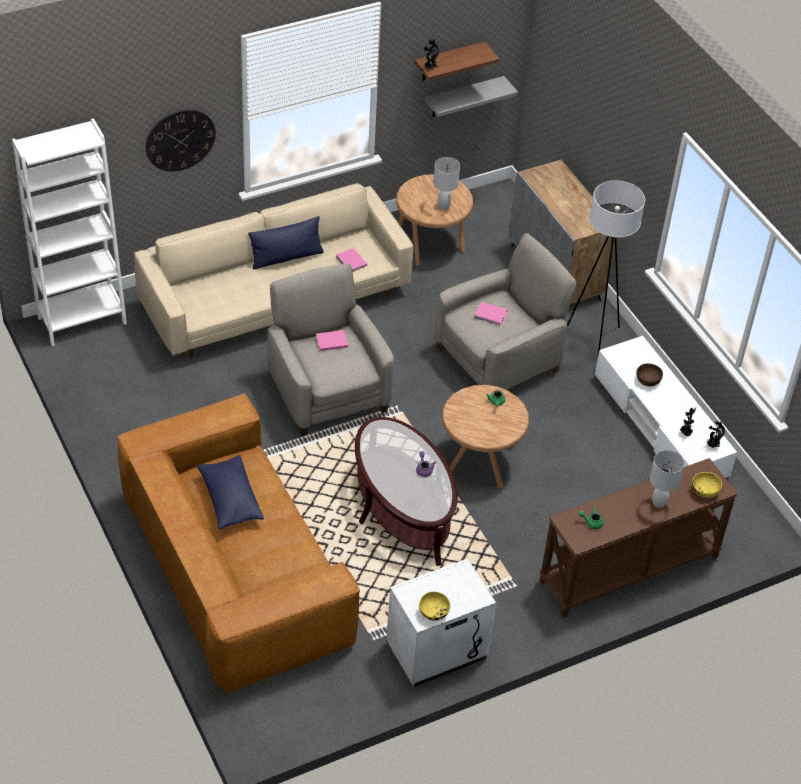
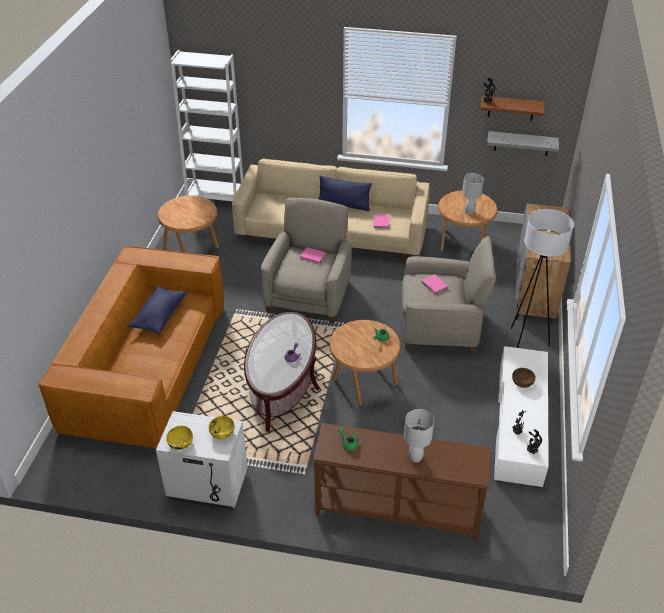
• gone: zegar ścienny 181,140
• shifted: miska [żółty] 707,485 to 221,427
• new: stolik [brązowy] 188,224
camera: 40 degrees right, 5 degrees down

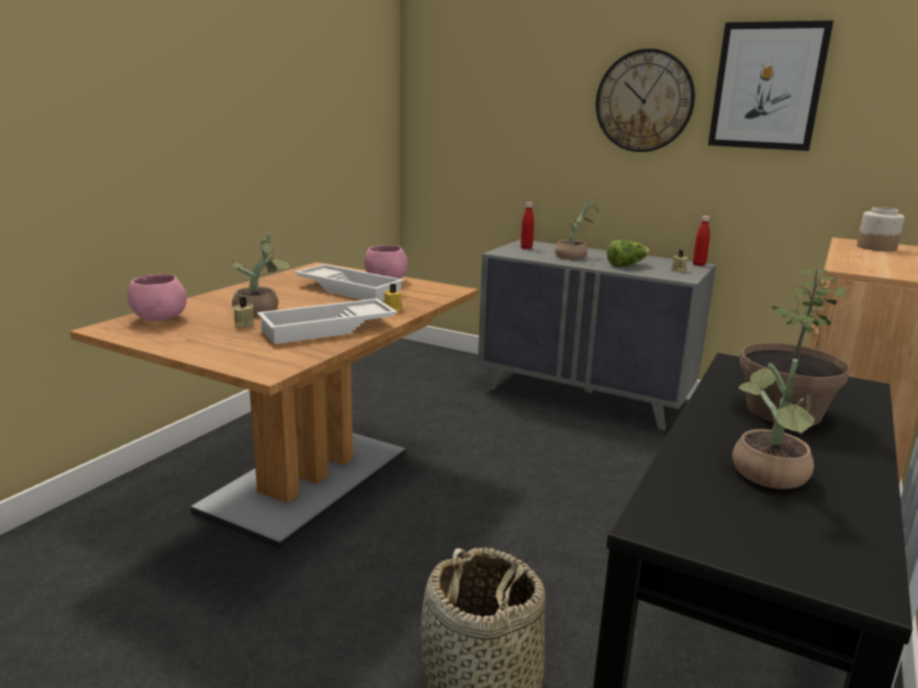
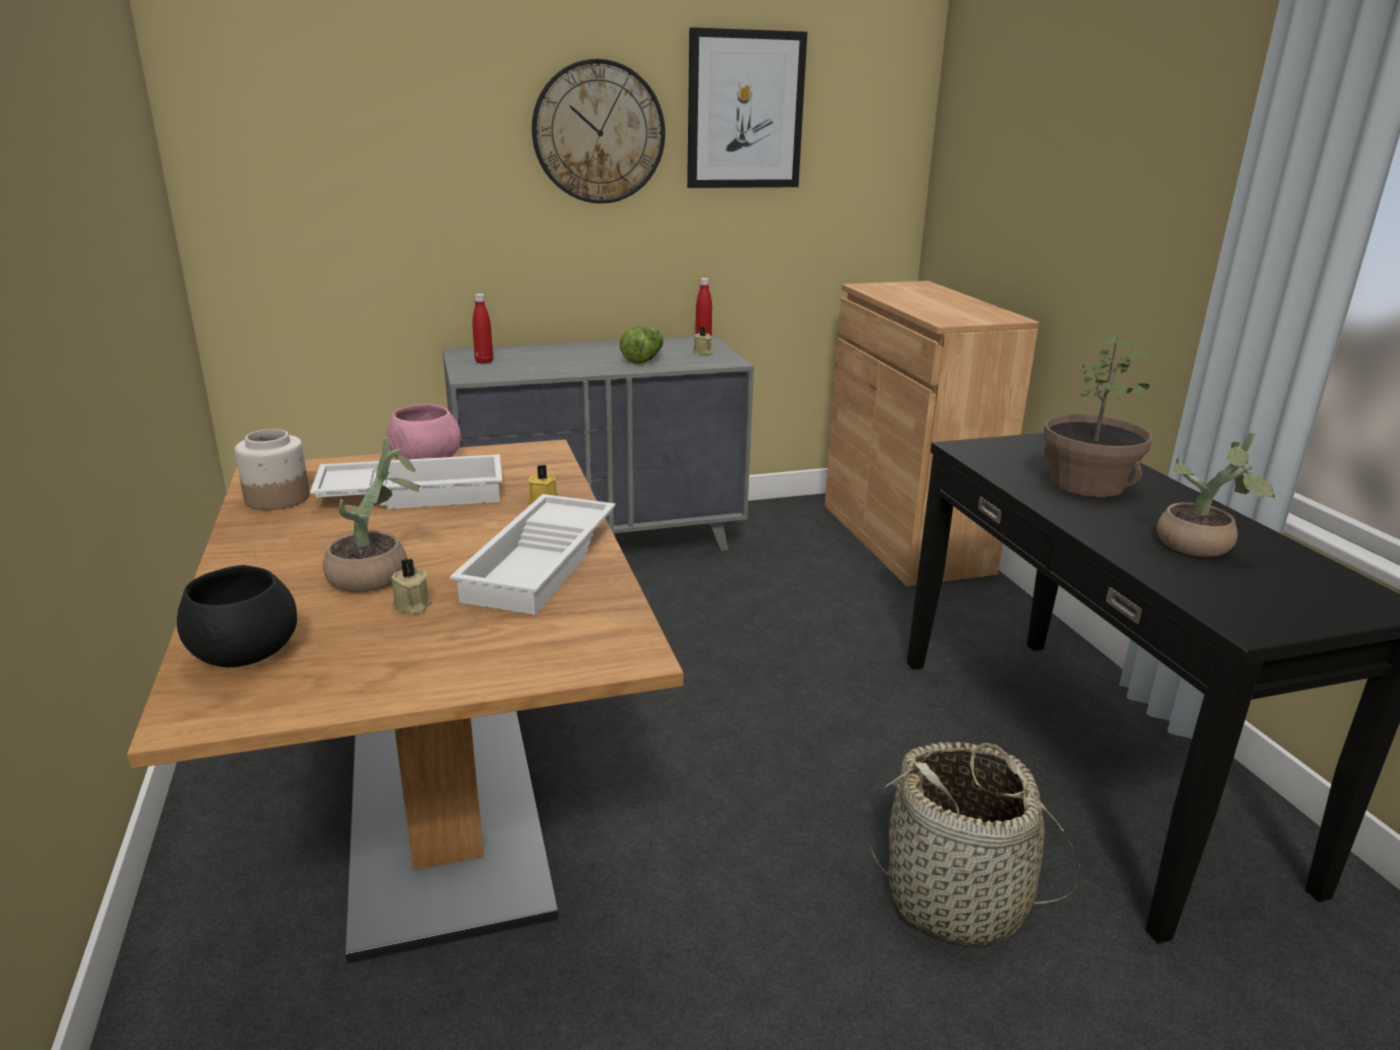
• repainted: miska [różowy] 157,297 to miska [czarny] 237,616
• gone: roślina doniczkowa 577,229
• shifted: słoik 881,229 to 272,469
camera: 45 degrees left, 5 degrees up

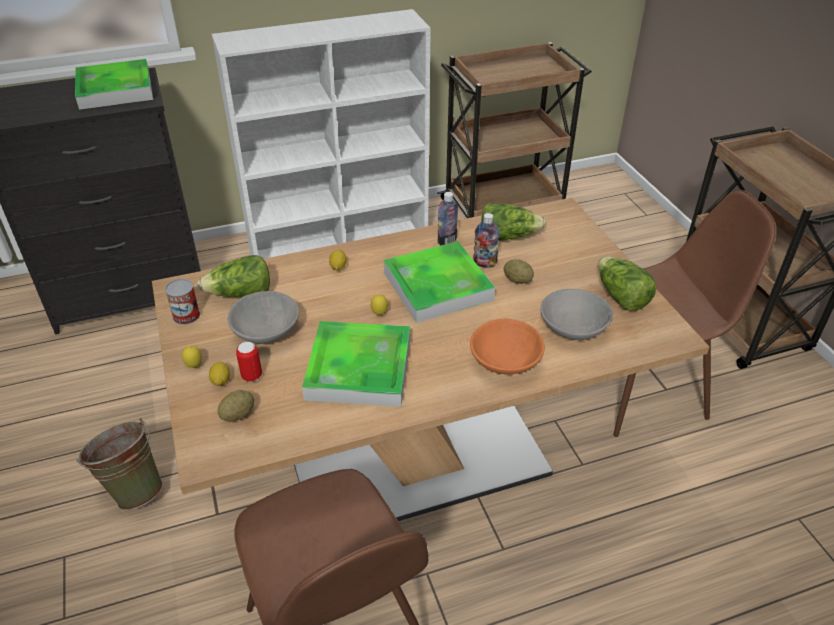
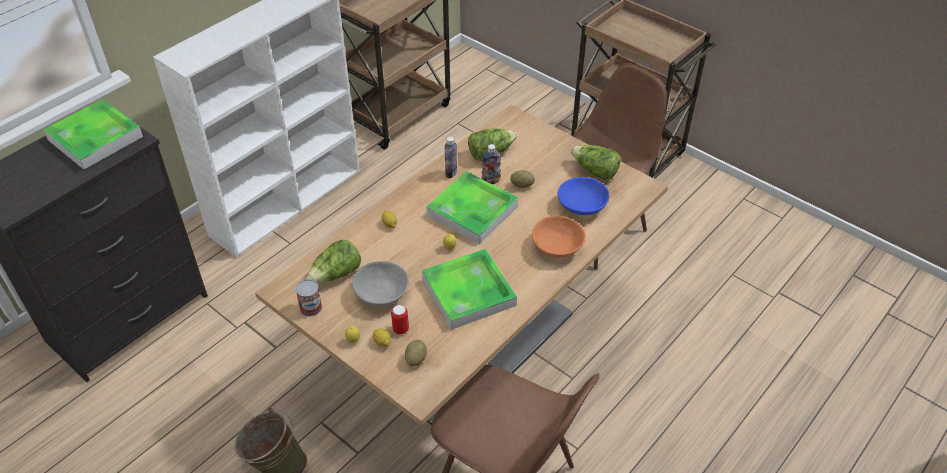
• repainted: miska [szary] 576,314 to miska [niebieski] 583,196
camera: 30 degrees left, 5 degrees up

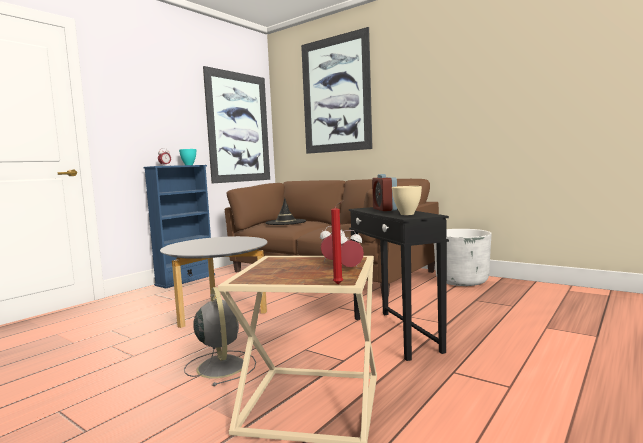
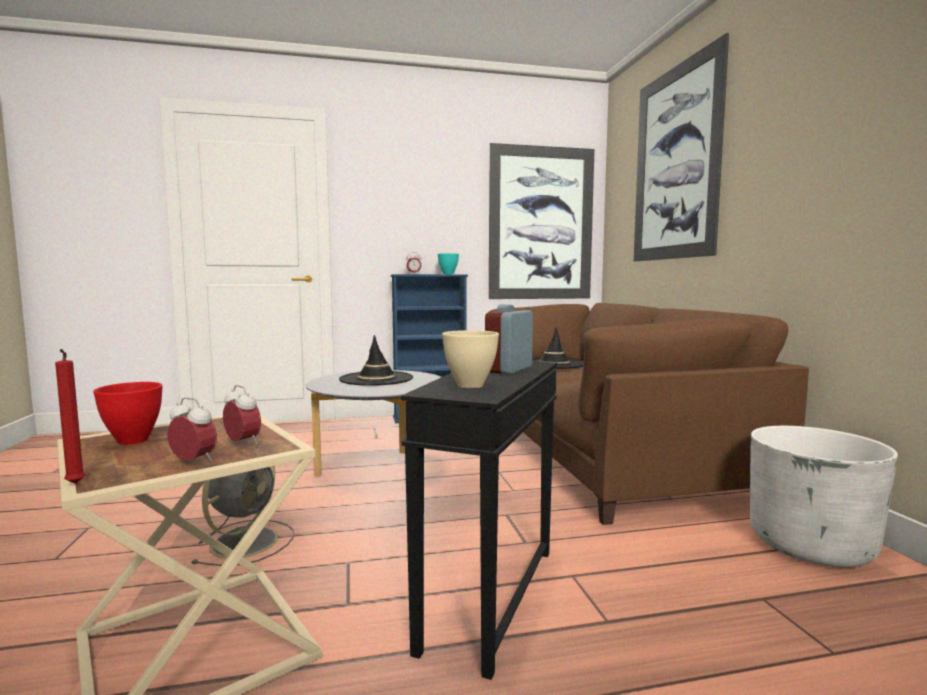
• new: miska [czerwony] 128,413
• new: kapelusz [czarny] 376,360
camera: 40 degrees right, 0 degrees up

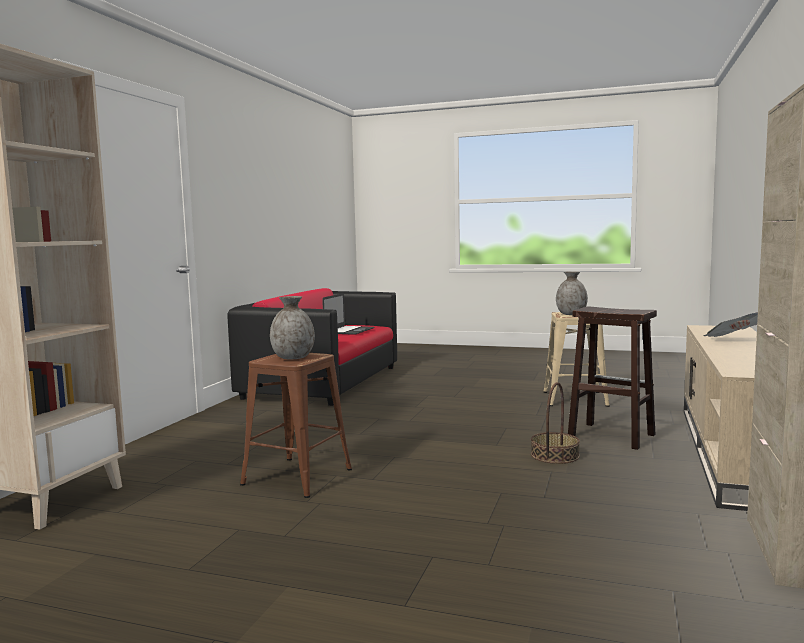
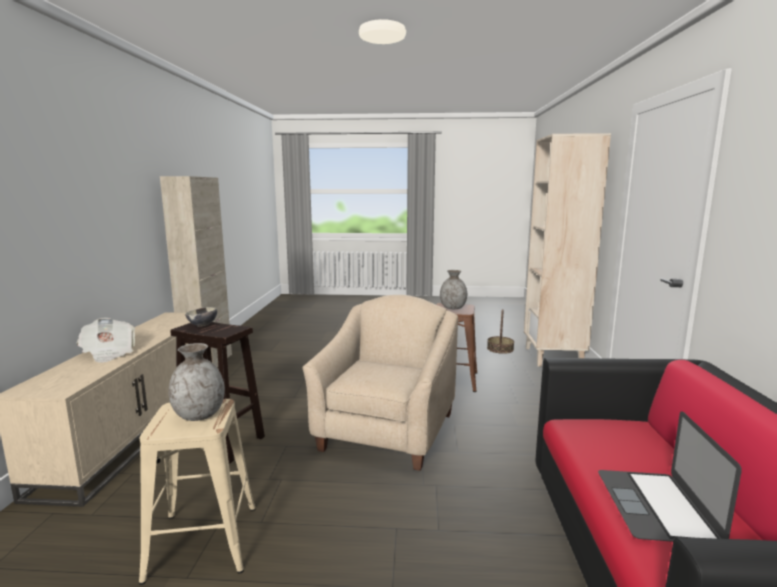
• shifted: koszyk 555,423 to 500,331
• new: miska 201,317
• new: fotel [beżowy] 380,383
camera: 165 degrees right, 5 degrees up

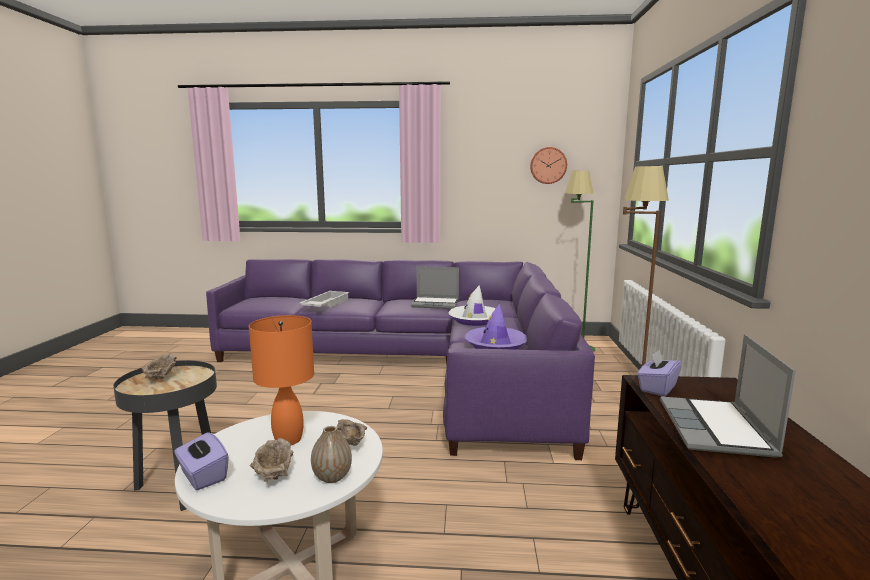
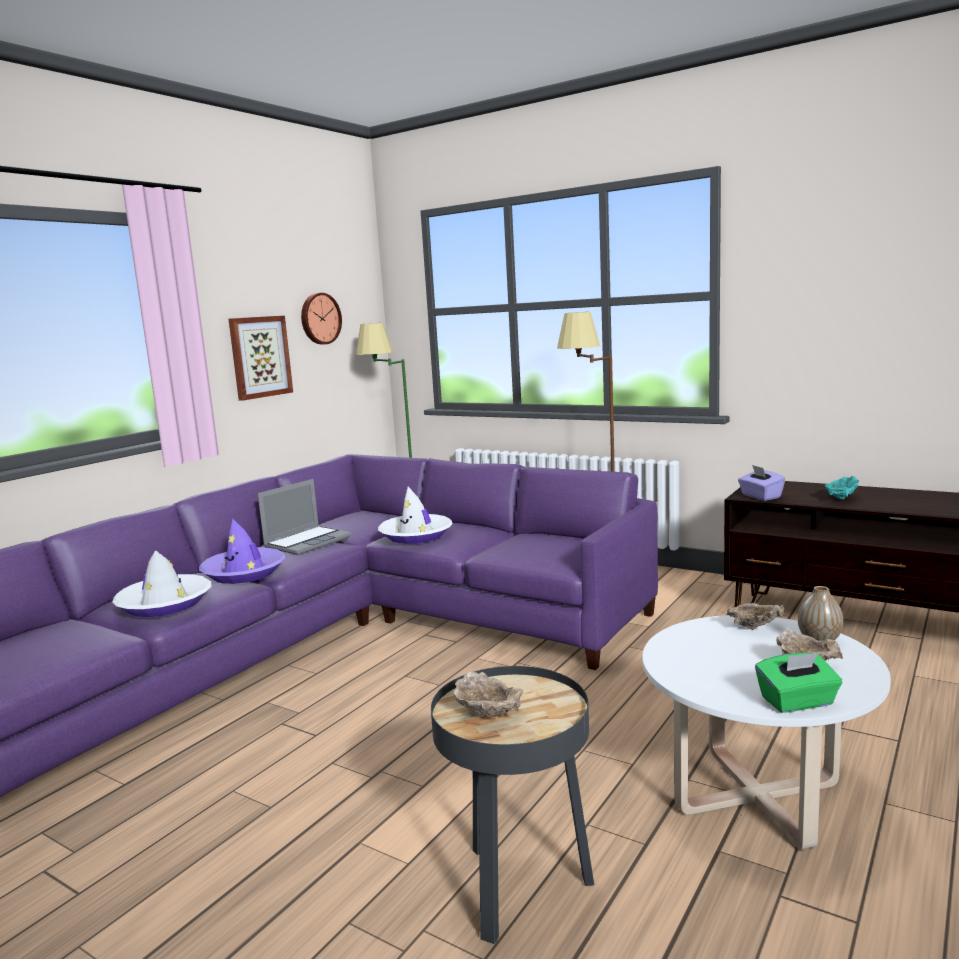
• repainted: pudełko chusteczek [fioletowy] 201,461 to pudełko chusteczek [zielony] 798,683
• gone: lampa stołowa [pomarańczowy] 281,380
• swapped: taca [biały] 324,299 to kapelusz [biały] 161,583
• shifted: kapelusz [fioletowy] 496,327 to 242,551
• swapped: laptop 728,396 to miska [turkusowy] 841,488
• new: obraz 261,358
camera: 60 degrees left, 0 degrees up

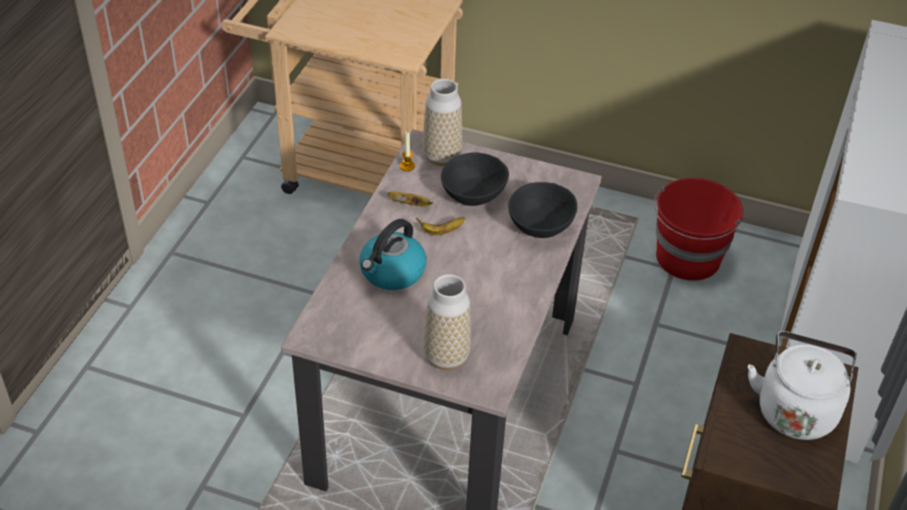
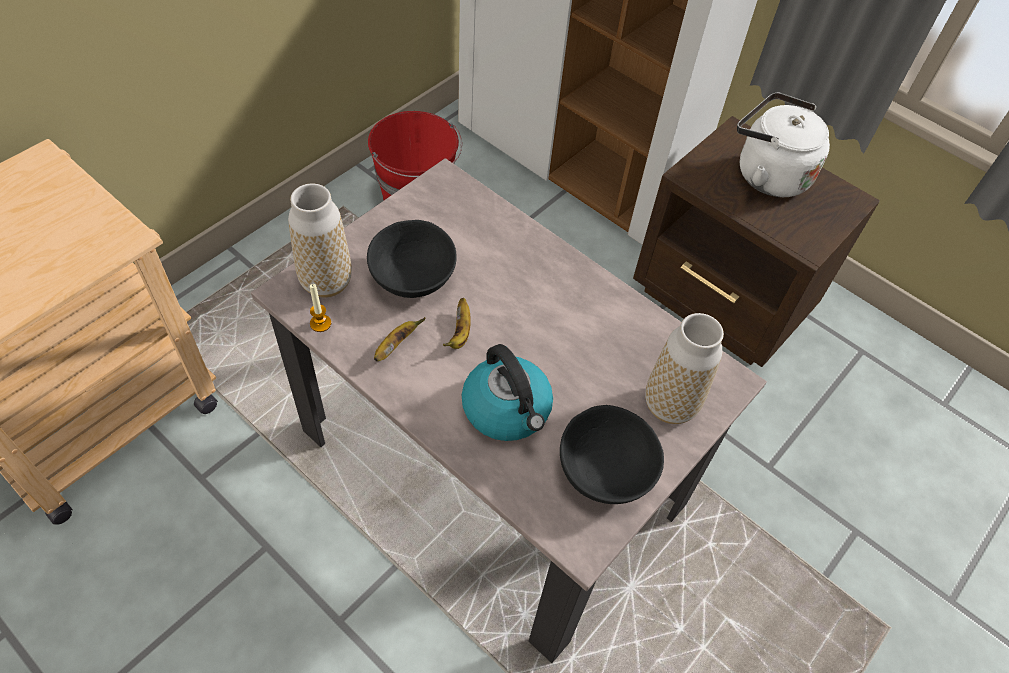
• shifted: miska [czarny] 542,210 to 612,454
camera: 70 degrees left, 10 degrees up

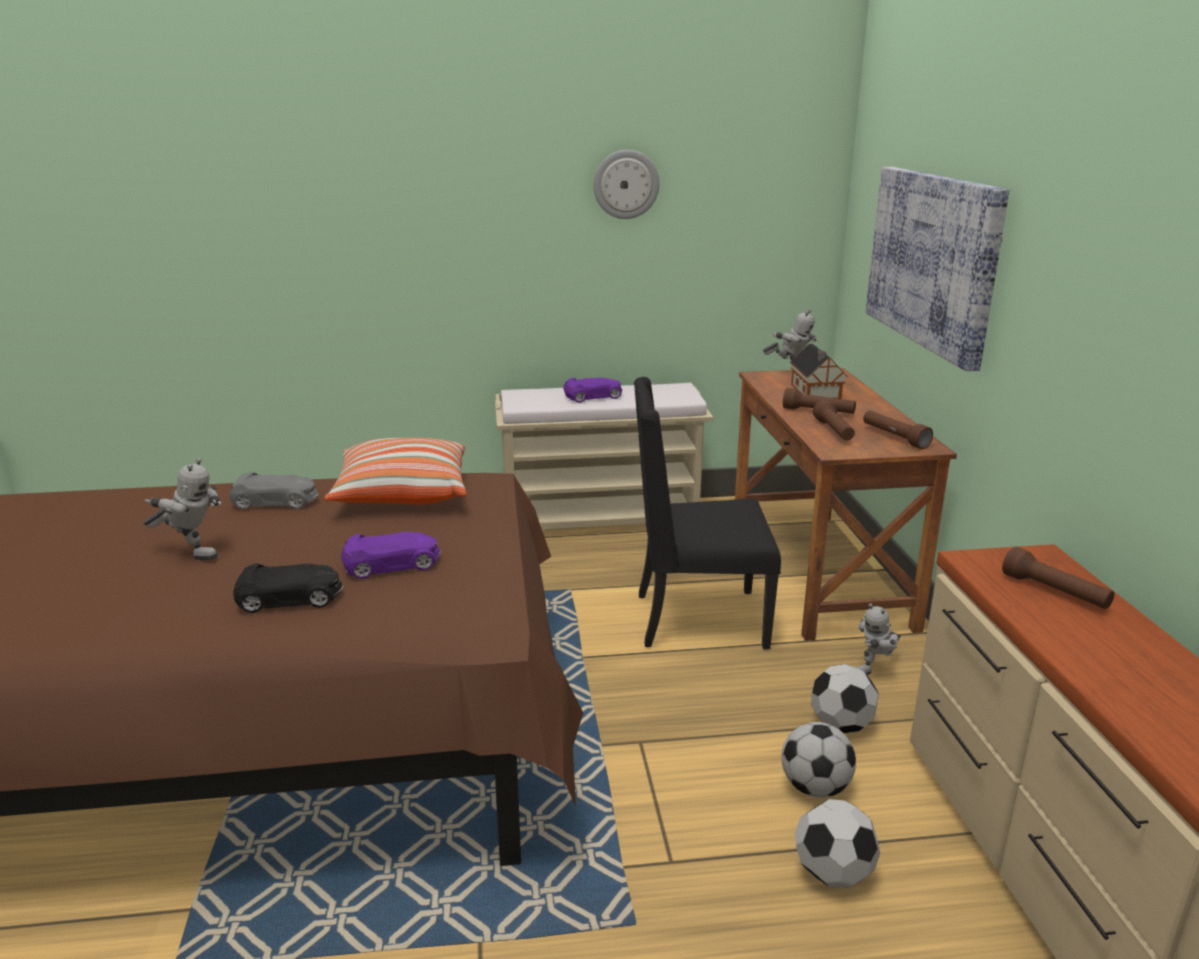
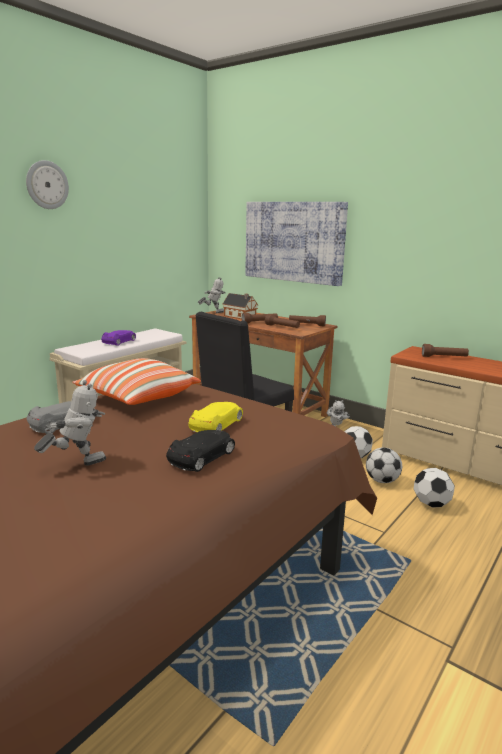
• repainted: samochodzik [fioletowy] 391,555 to samochodzik [żółty] 215,417
• shifted: zegar ścienny 626,184 to 47,184
camera: 45 degrees left, 5 degrees down

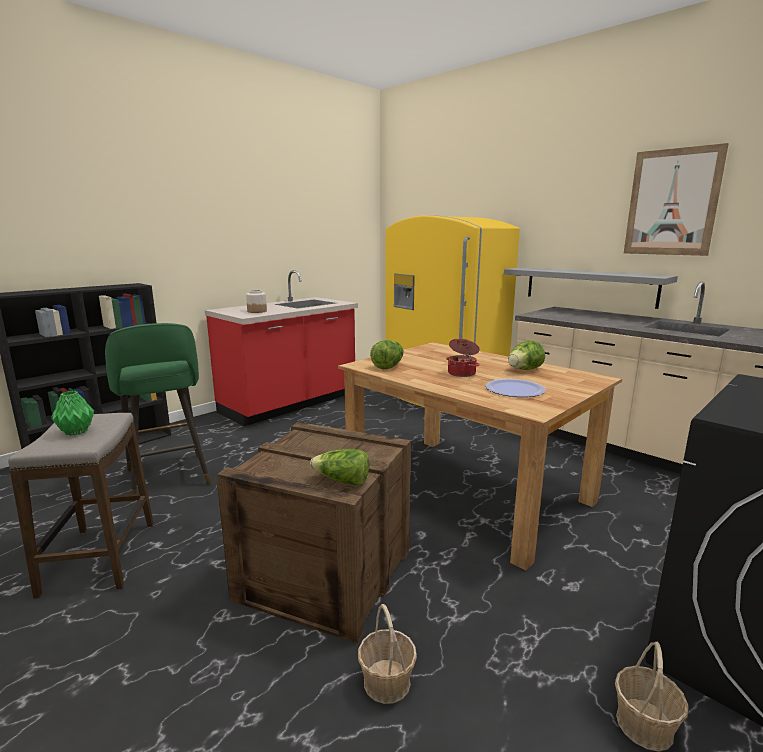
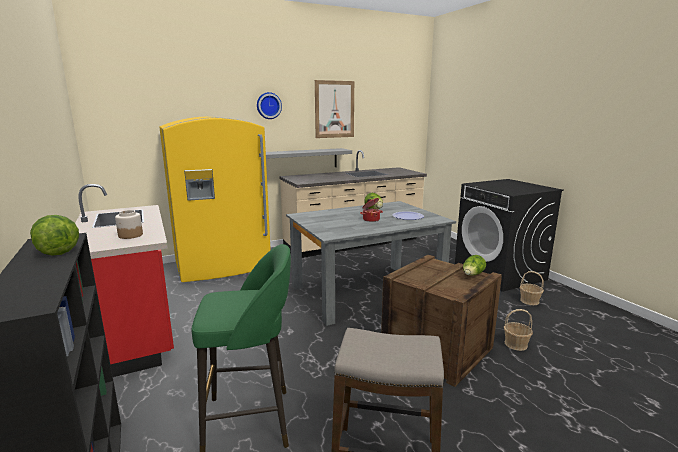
• gone: wazon [zielony] 72,413
• repainted: stół jadalny [brązowy] 480,456 to stół jadalny [szary] 371,263
• shifted: sałata 387,355 to 54,235
• new: zegar ścienny 269,105
camera: 70 degrees left, 0 degrees up

